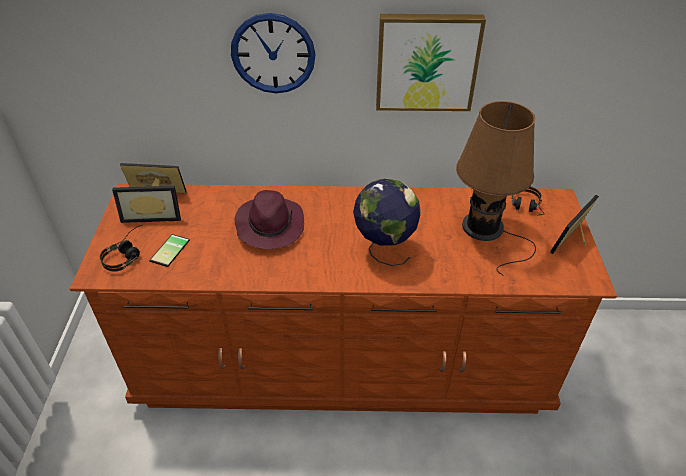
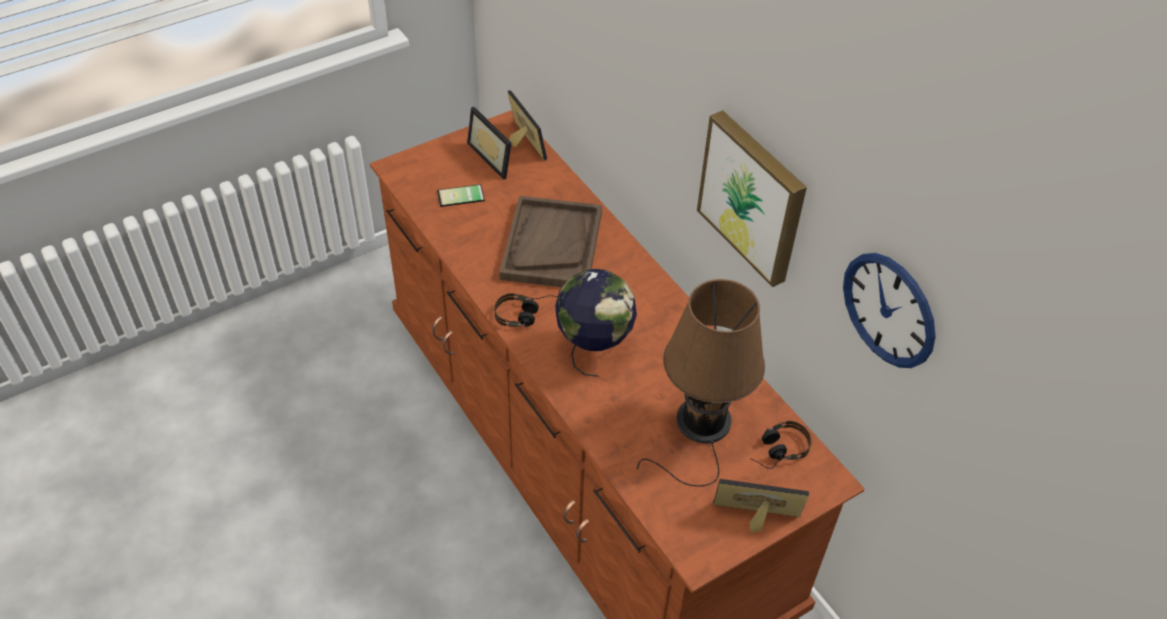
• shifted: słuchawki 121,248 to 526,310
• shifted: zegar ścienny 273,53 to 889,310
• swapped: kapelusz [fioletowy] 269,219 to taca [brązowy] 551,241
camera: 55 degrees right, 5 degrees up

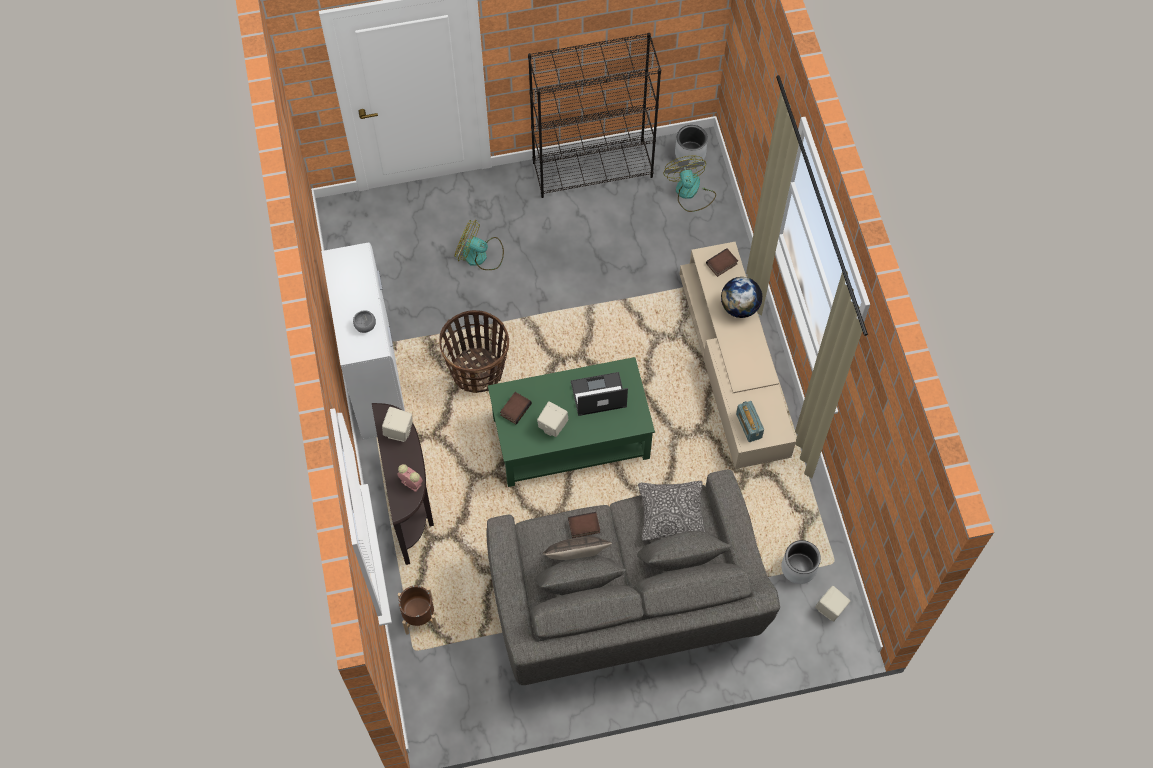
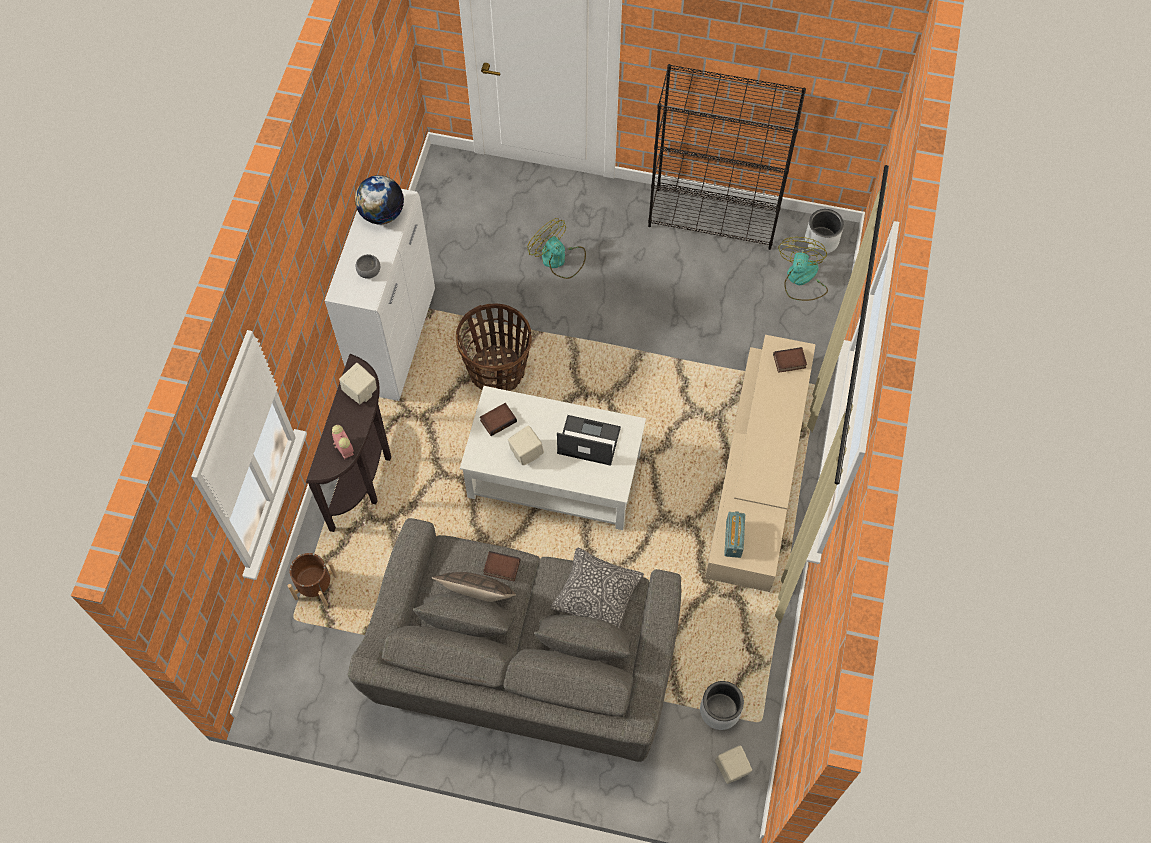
• repainted: ława [zielony] 571,422 to ława [biały] 553,458
• shifted: globus 741,297 to 379,200
camera: 25 degrees right, 0 degrees up

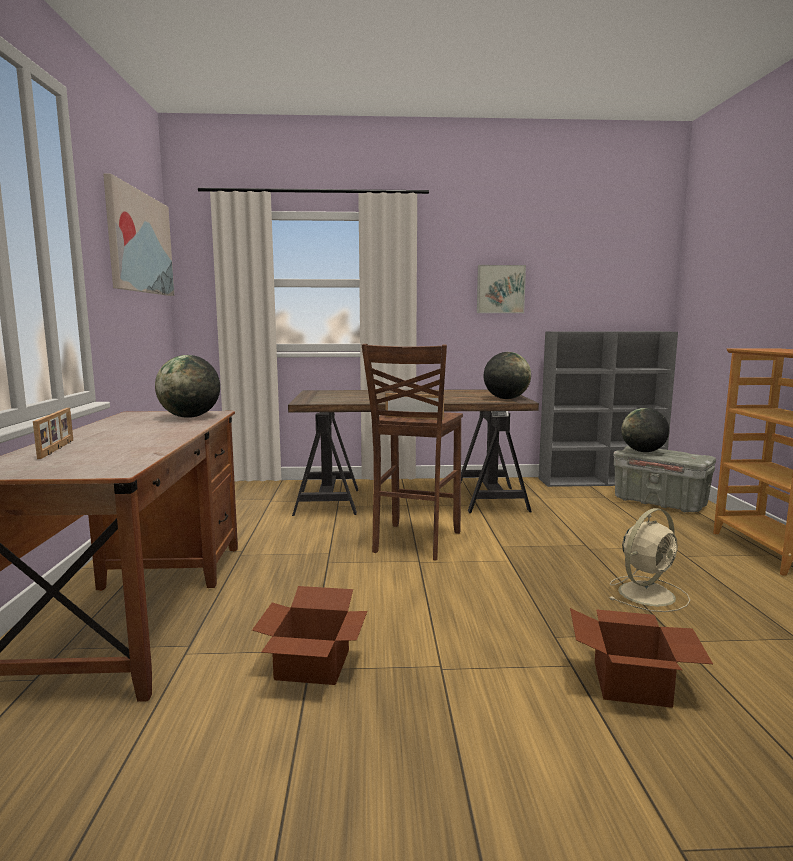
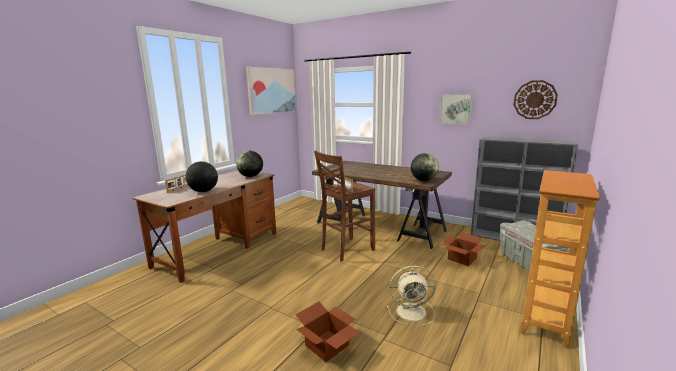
• shifted: karton 309,635 to 463,249
• shifted: globus 645,430 to 202,176
• new: zegar ścienny 536,99
camera: 35 degrees right, 5 degrees up

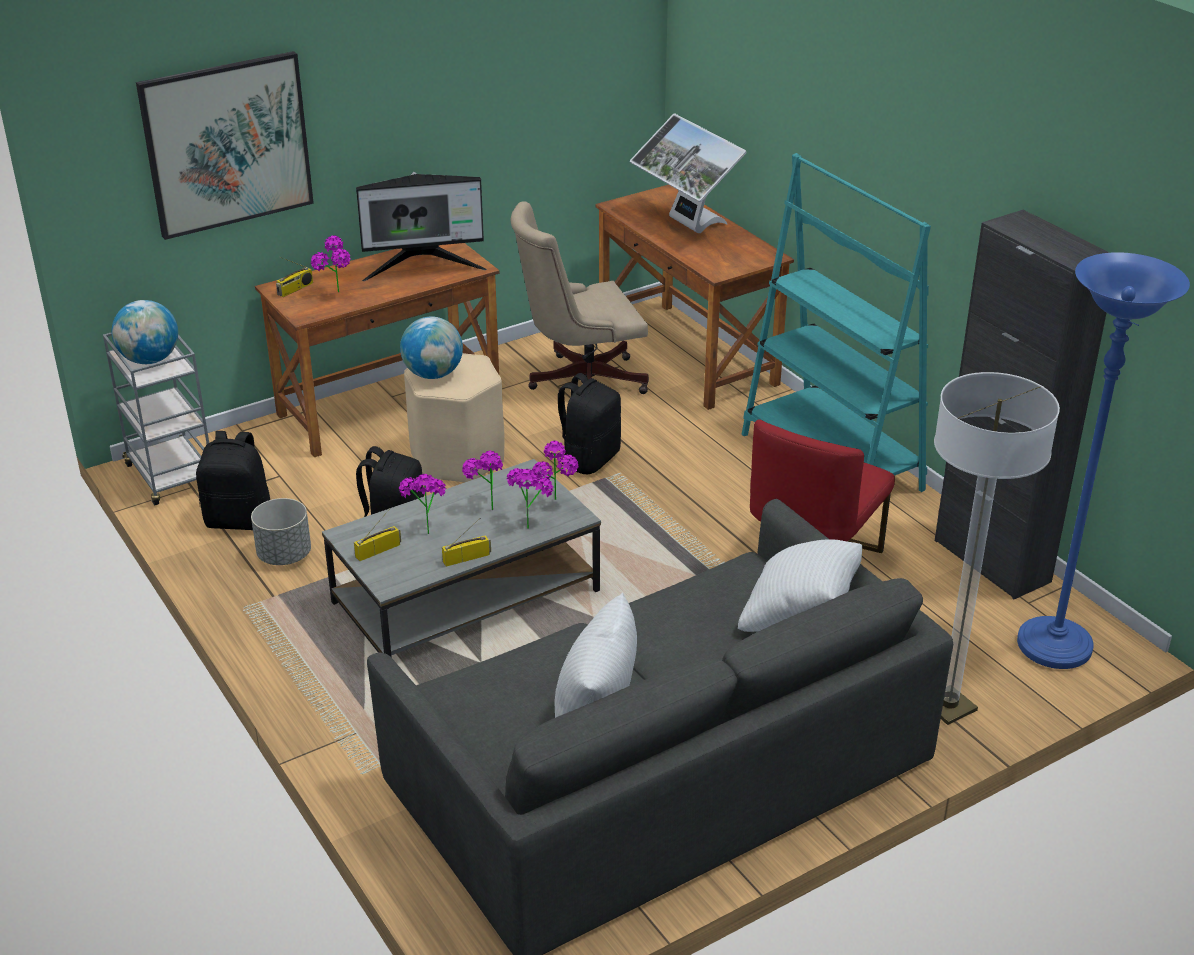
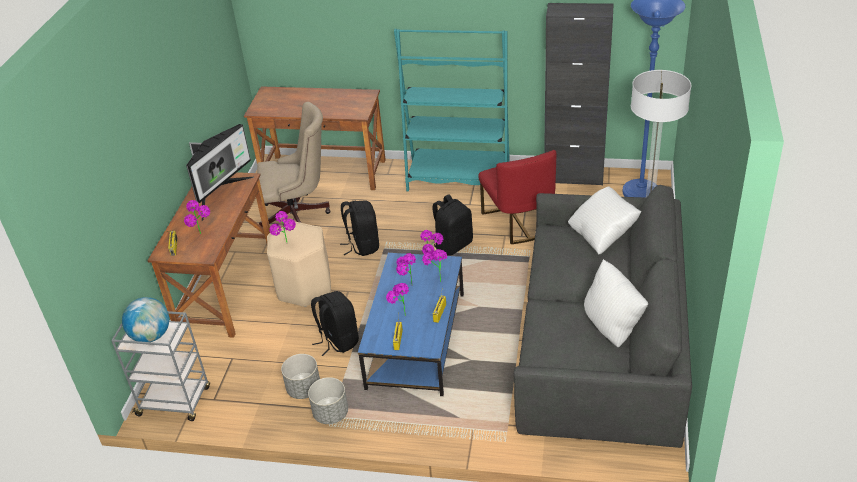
• gone: obraz 225,145
• shifted: plecak [czarny] 233,480 to 452,225
• repainted: ława [szary] 461,558 to ława [niebieski] 411,324
• swapped: globus 431,347 to roślina doniczkowa 282,226
• rotated: krzesło biurowe [beżowy] 580,297 = 294,164 120 degrees counterclockwise
• gone: monitor 688,173
• new: donica [szary] 328,400
camera: 45 degrees left, 5 degrees up

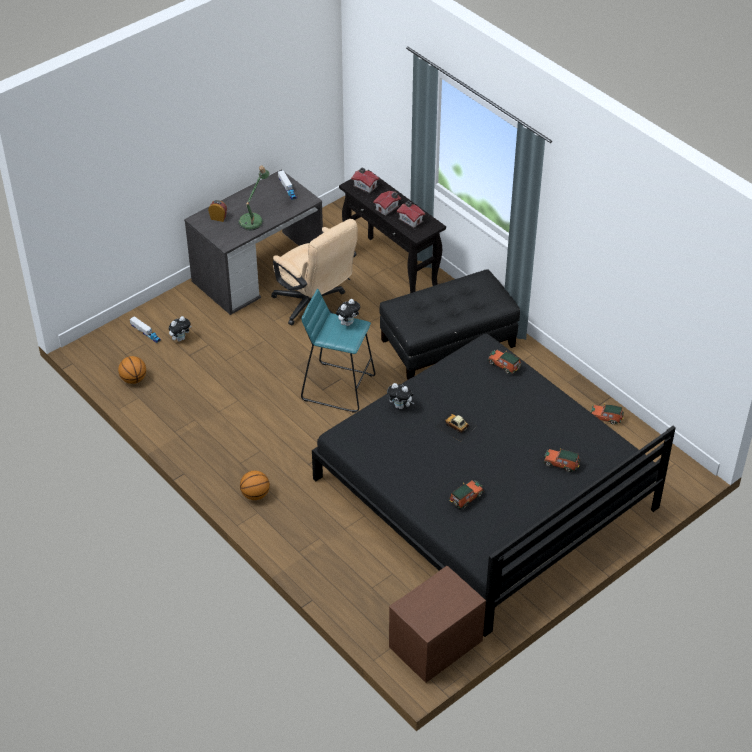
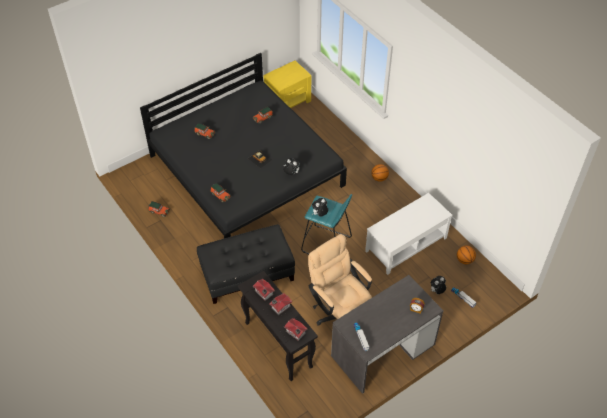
• gone: lampa stołowa 254,198
• repainted: szafka nocna [brązowy] 437,624 to szafka nocna [żółty] 287,84
• new: ława [biały] 408,234
camera: 175 degrees left, 5 degrees up

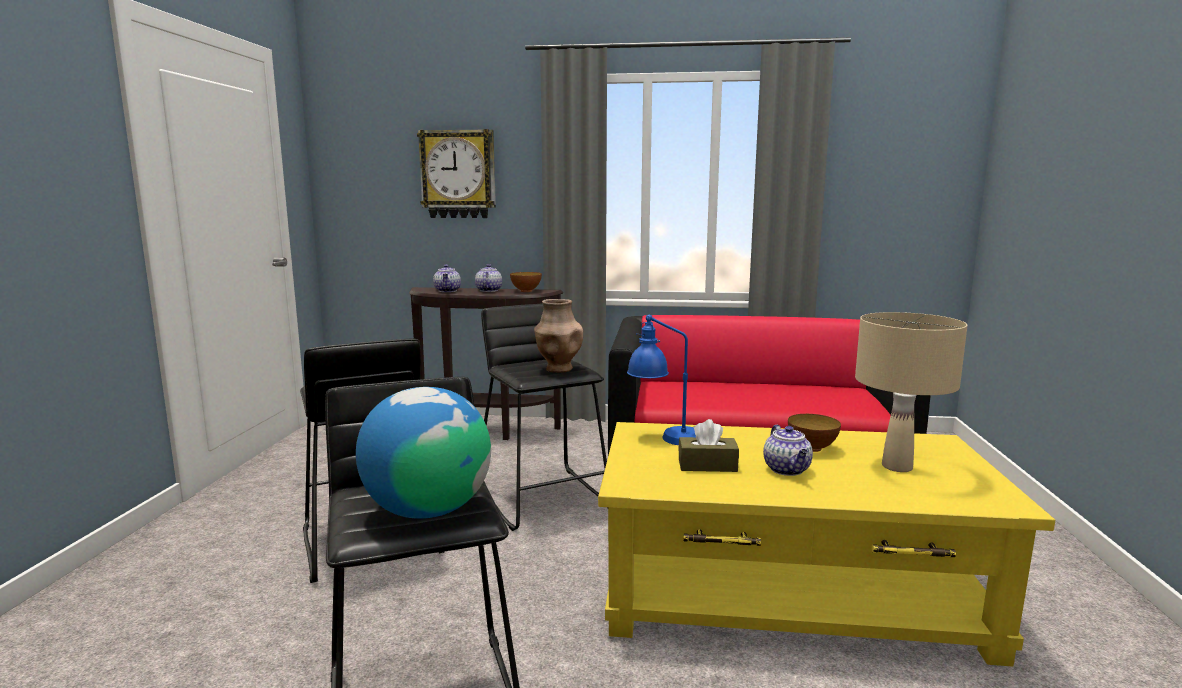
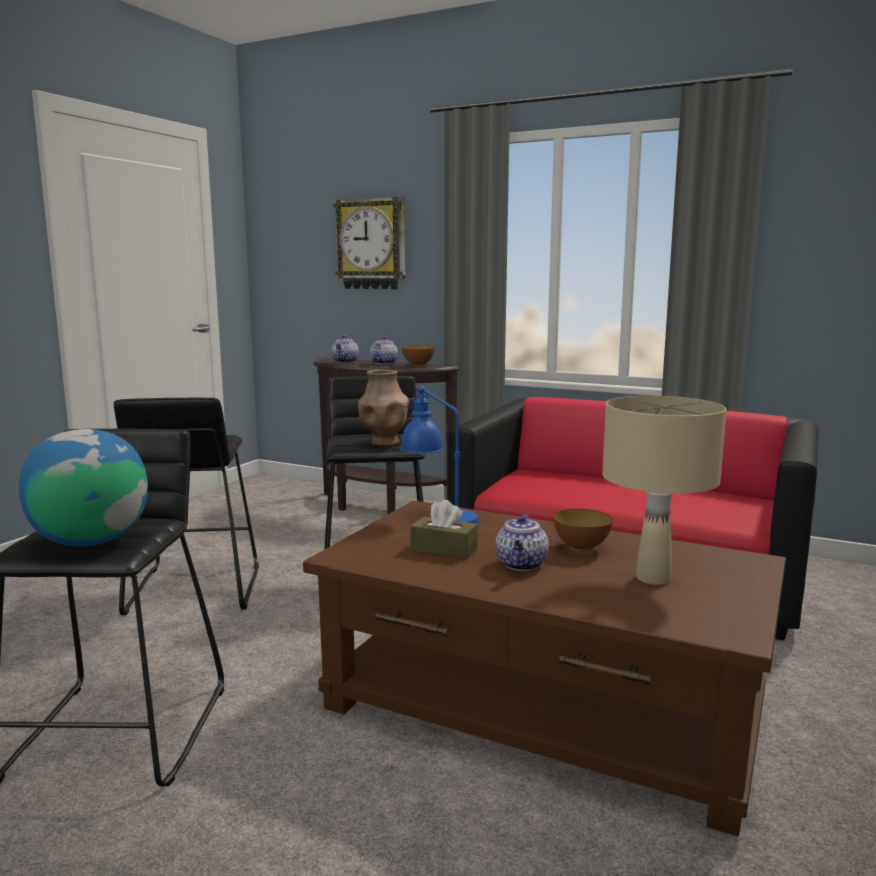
• repainted: ława [żółty] 826,544 to ława [brązowy] 544,668
camera: 20 degrees right, 0 degrees up

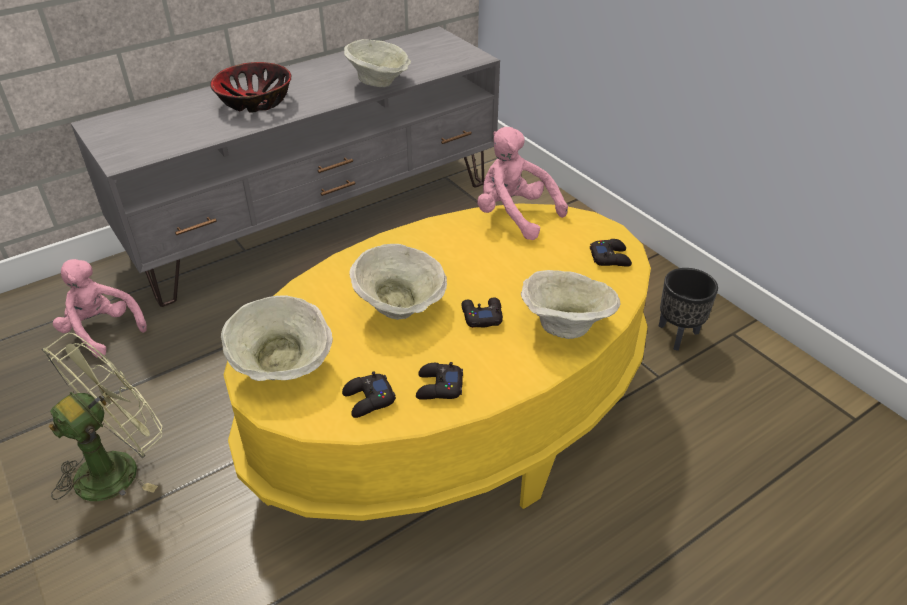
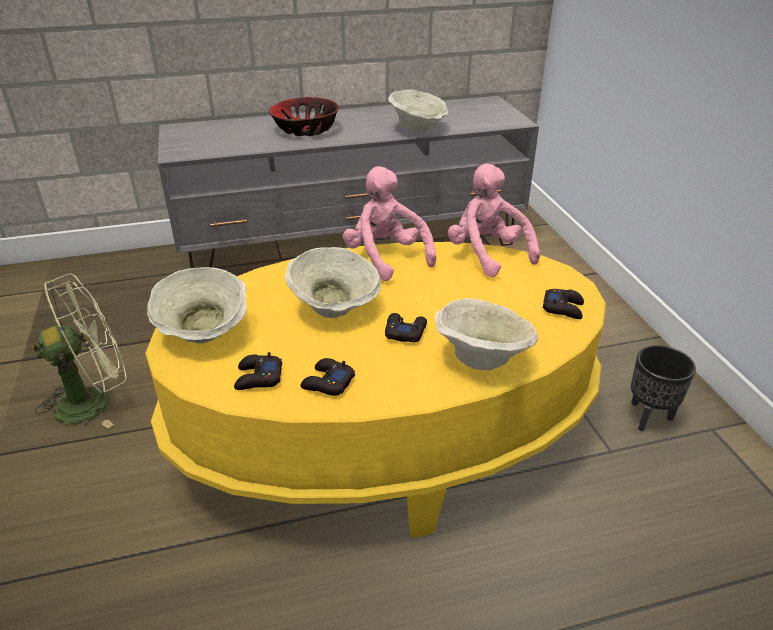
• shifted: pluszak [różowy] 100,308 to 389,223
camera: 20 degrees right, 5 degrees down

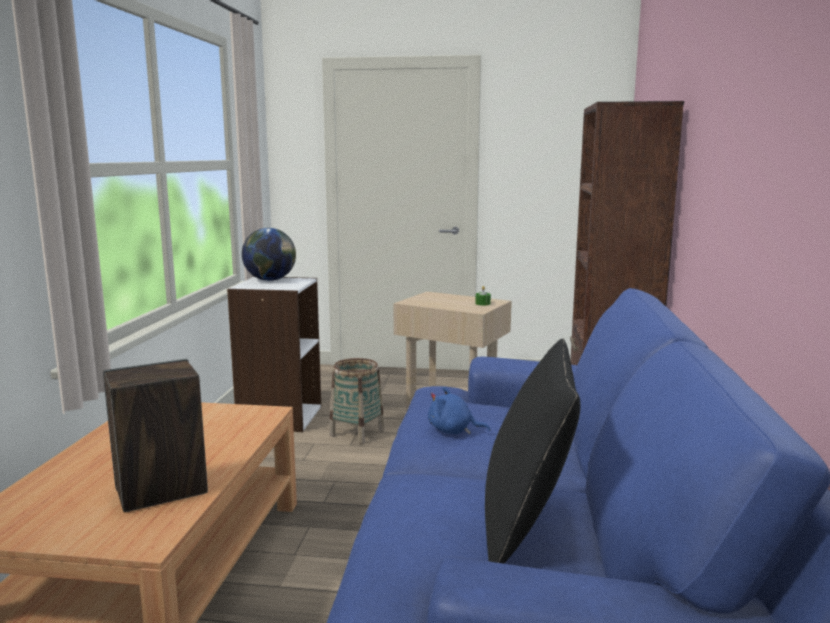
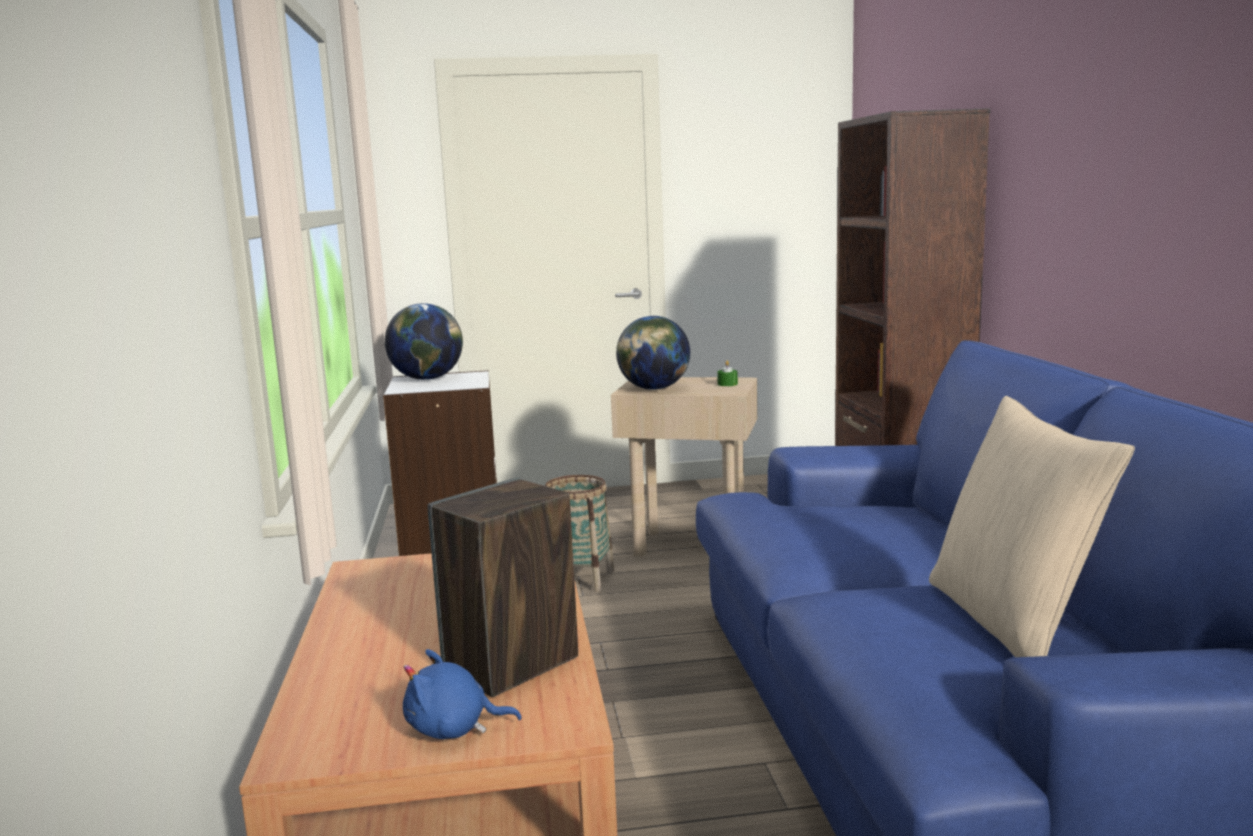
• shifted: pluszak [niebieski] 459,410 to 462,694
• repainted: poduszka [czarny] 533,451 to poduszka [beżowy] 1032,526
• new: globus 653,353
camera: 15 degrees left, 0 degrees up

